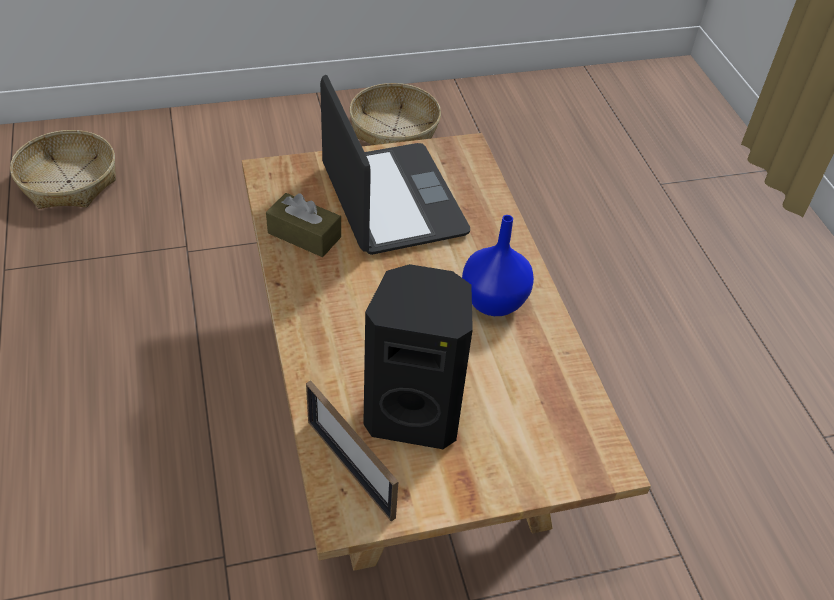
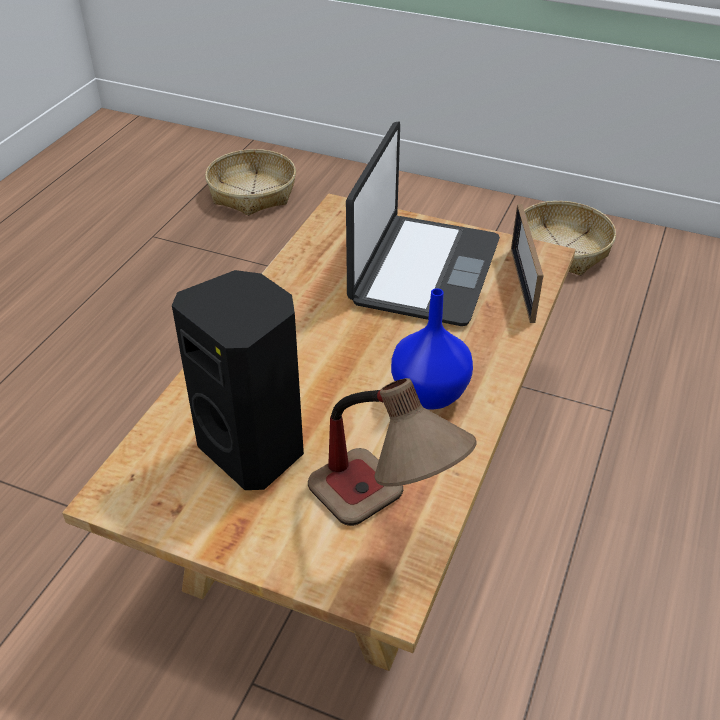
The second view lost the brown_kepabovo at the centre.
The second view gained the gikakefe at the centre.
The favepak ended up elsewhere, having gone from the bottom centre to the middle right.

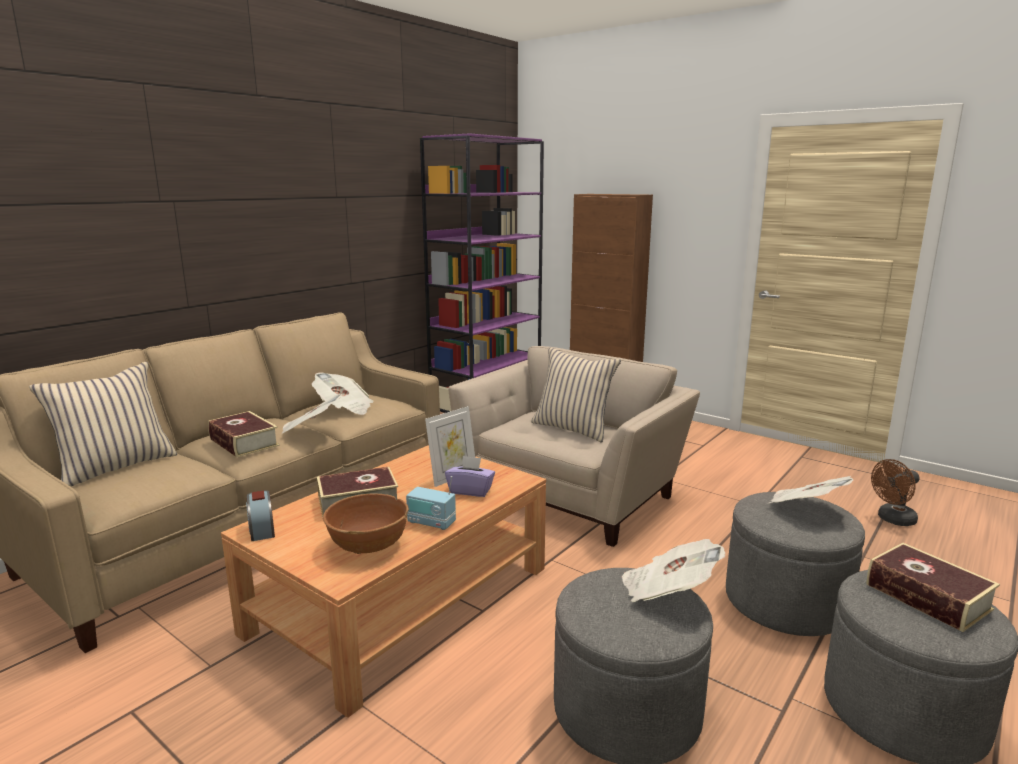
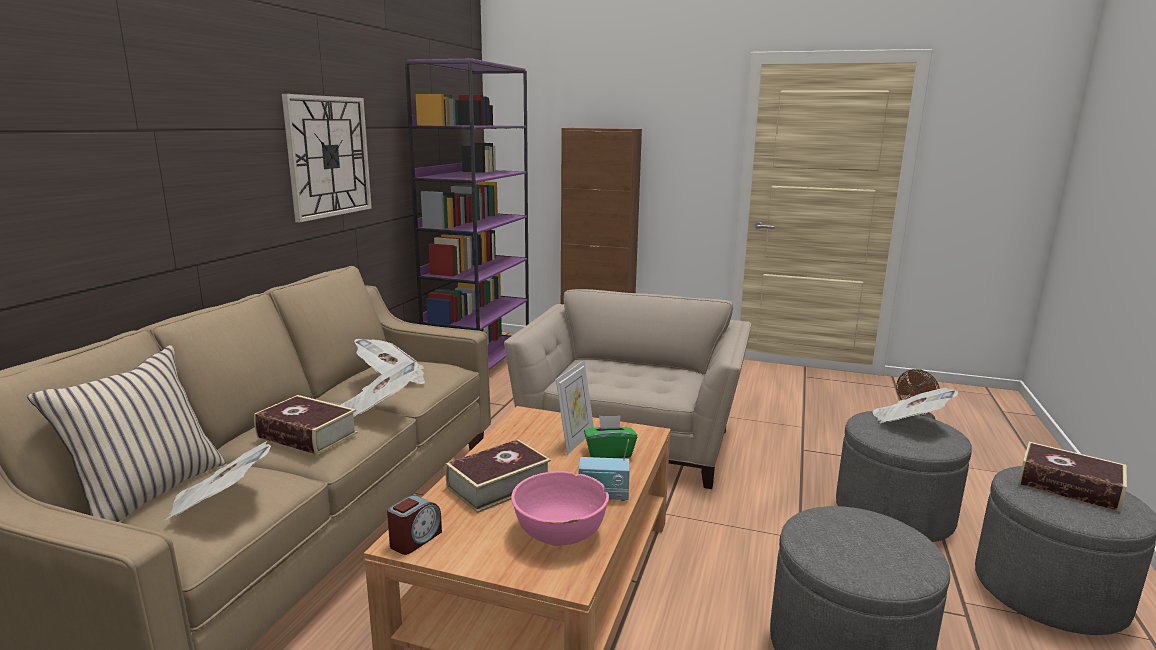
The second view lost the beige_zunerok (no. 2 from left) at the centre.
The second view gained the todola at the top left.
The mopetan (no. 3 from left in the first image) ended up elsewhere, having gone from the bottom centre to the bottom left.
What was the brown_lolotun at the bottom centre turned into the pink_lolotun at the bottom centre.
What was the purple_kepabovo at the centre turned into the green_kepabovo at the bottom centre.
The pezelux at the bottom left ended up facing another way, 105 degrees counterclockwise from before.

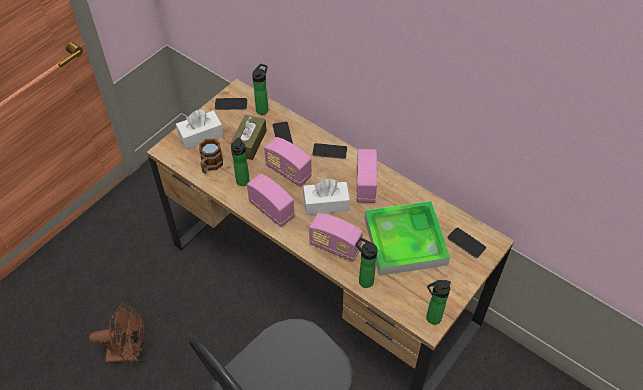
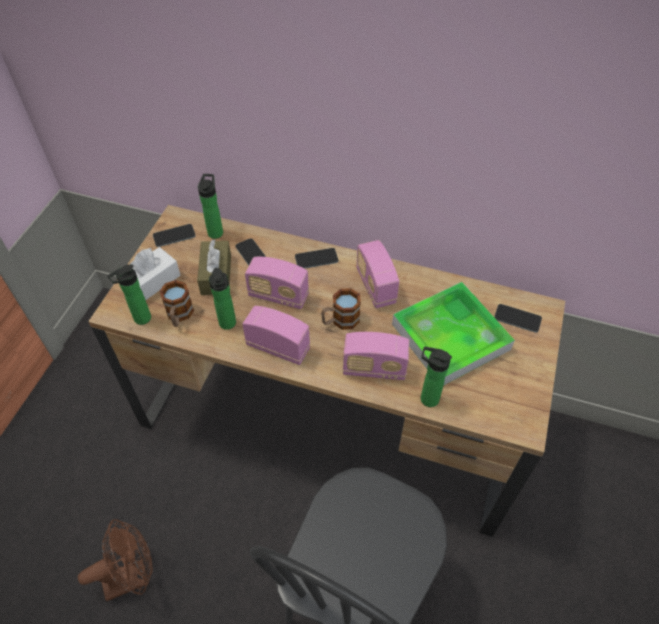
The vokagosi (no. 4 from left in the first image) ended up elsewhere, having gone from the bottom right to the middle left.
Where the white_kepabovo (no. 2 from left) stood at the centre, the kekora (no. 2 from left) came to stand at the centre.

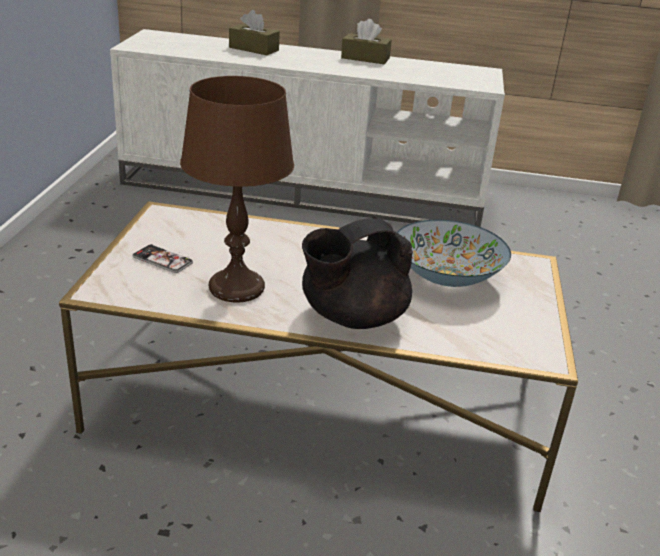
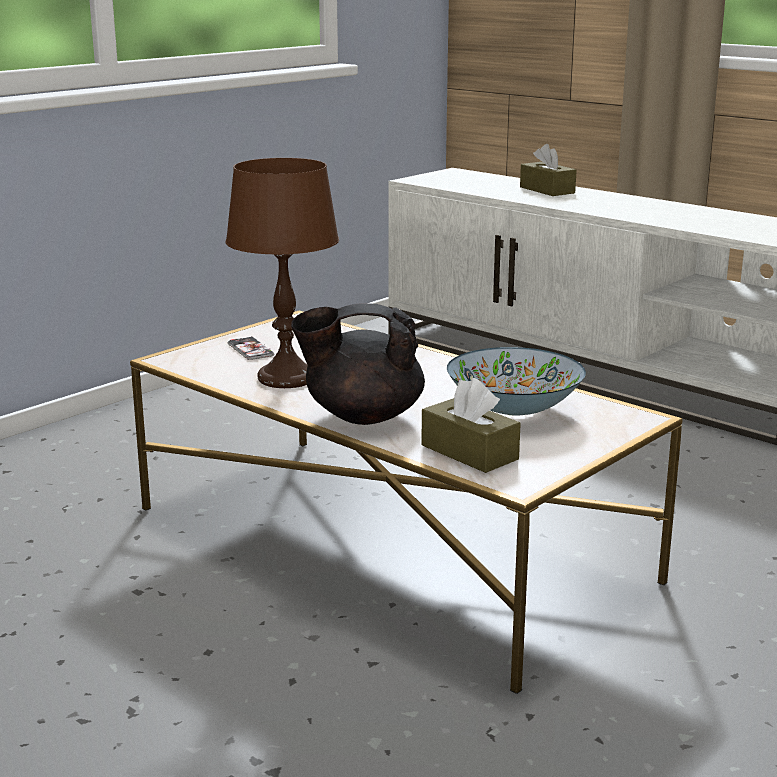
The brown_kepabovo (no. 2 from left in the first image) ended up elsewhere, having gone from the top centre to the centre.

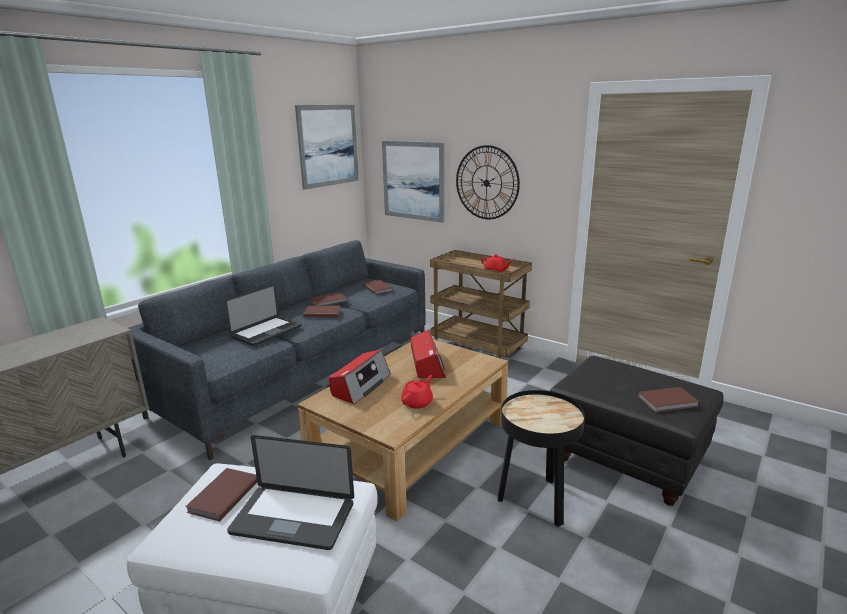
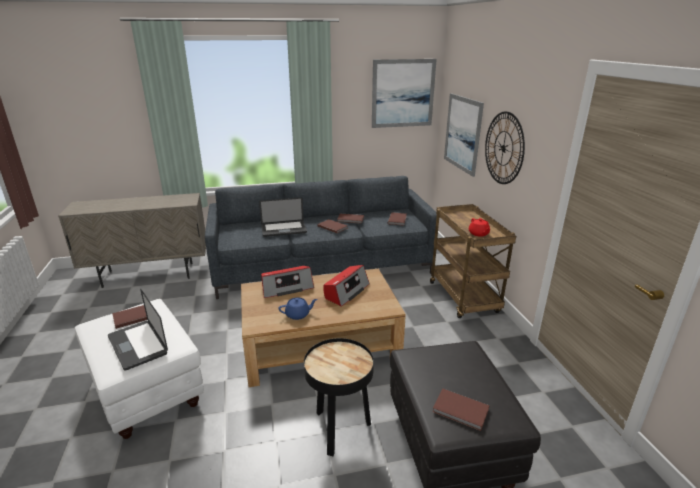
What was the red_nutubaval (no. 1 from left) at the centre turned into the blue_nutubaval at the centre.

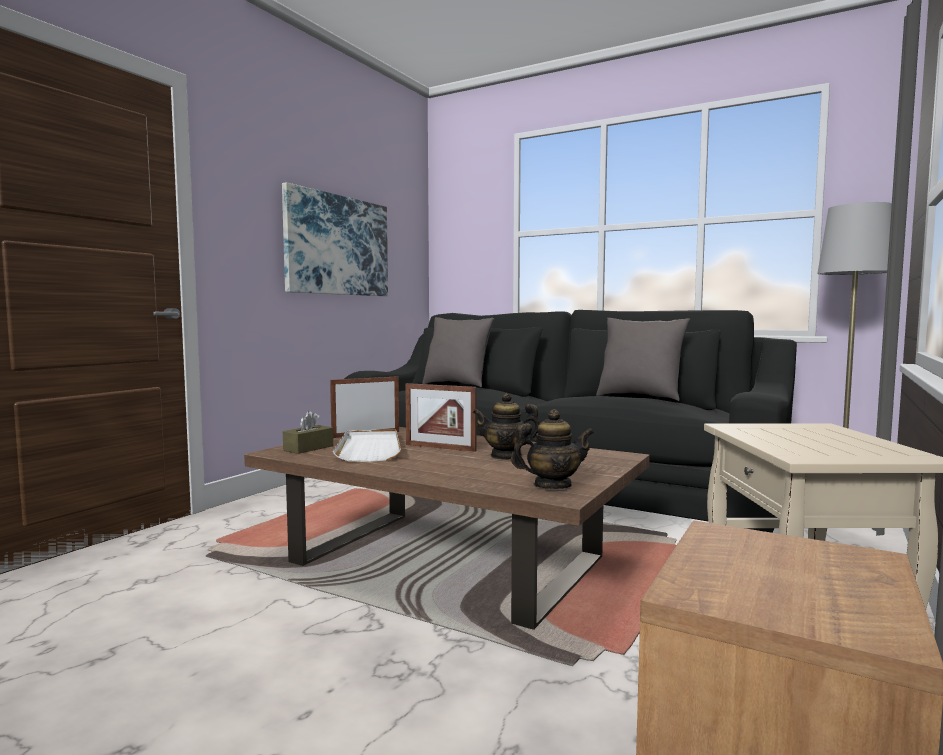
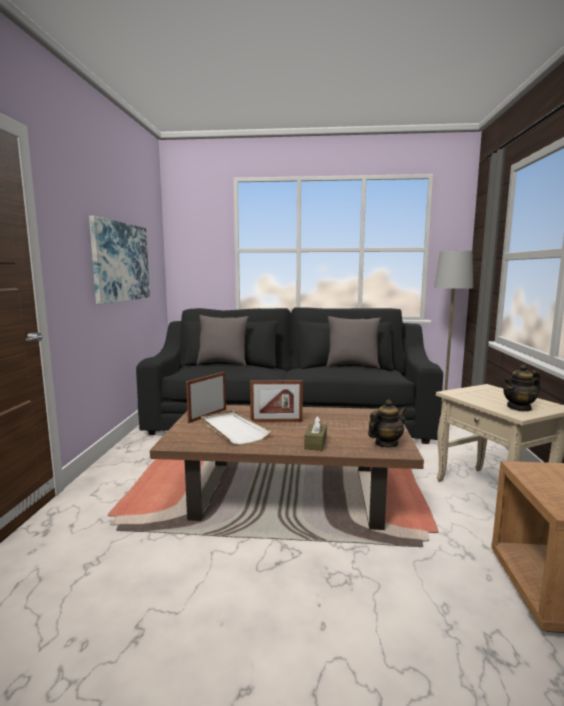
The brown_kepabovo ended up elsewhere, having gone from the middle left to the centre.
The nutubaval (no. 1 from left in the first image) ended up elsewhere, having gone from the centre to the middle right.

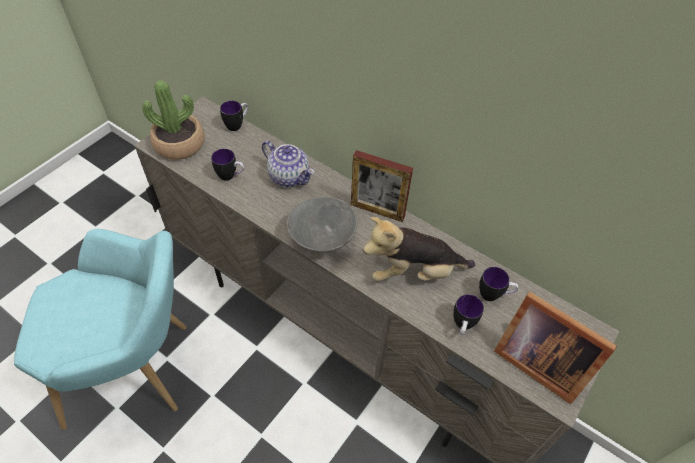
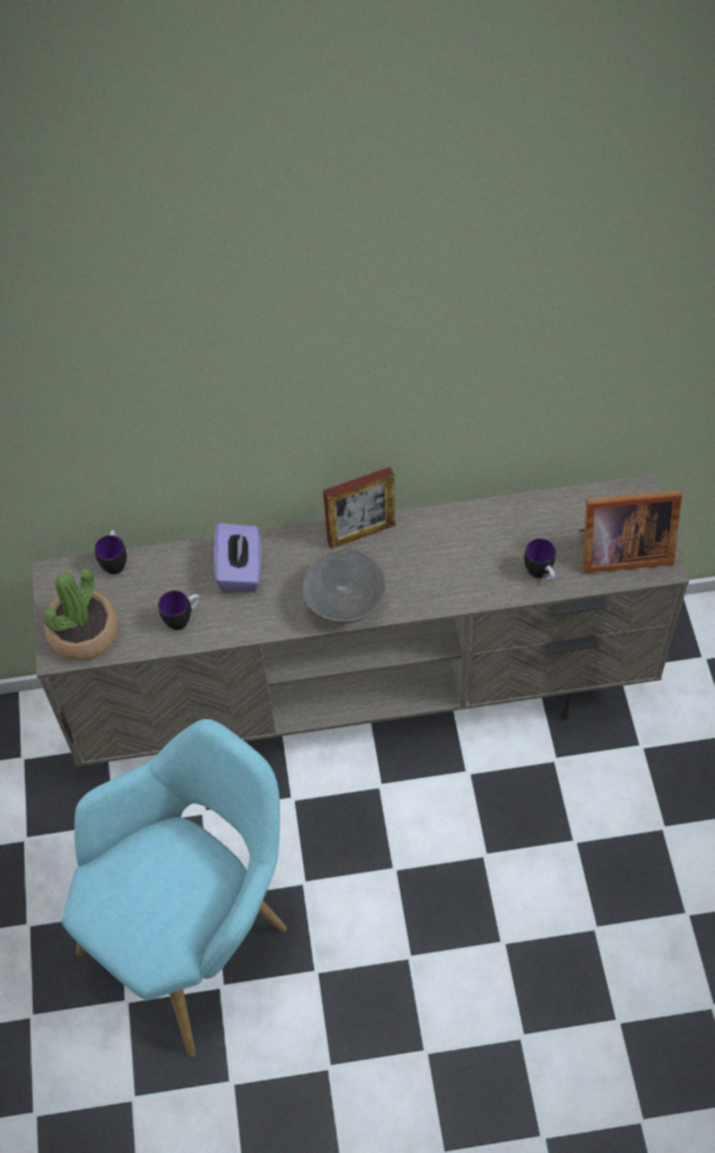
The second view lost the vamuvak at the centre.
The second view lost the kekora (no. 4 from left) at the middle right.
Where the nutubaval stood at the centre, the purple_kepabovo came to stand at the middle left.

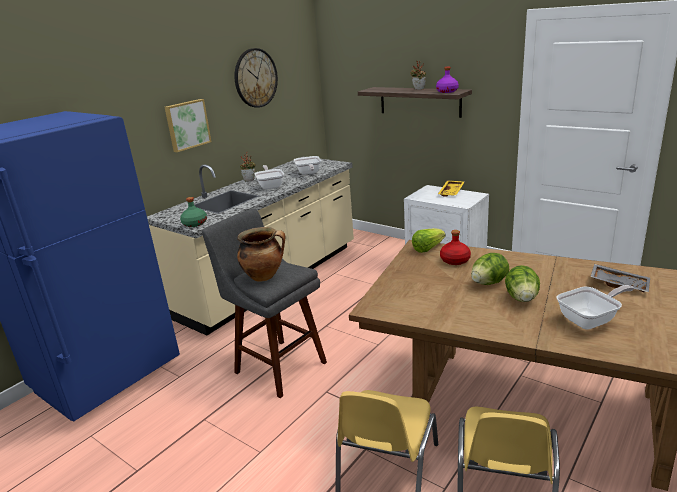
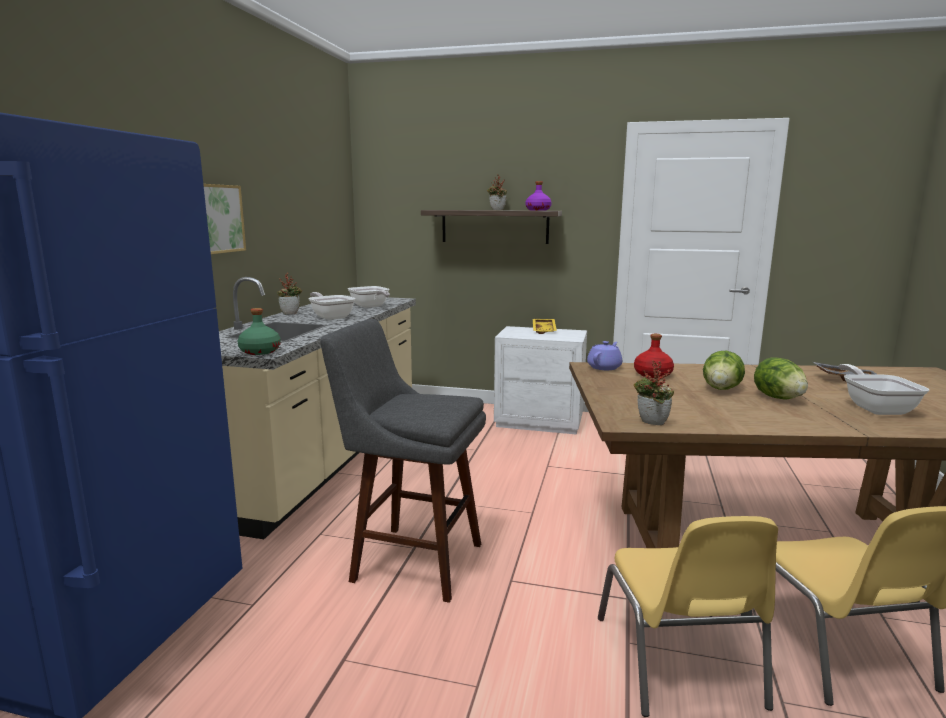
The second view lost the todola at the top centre.
The second view lost the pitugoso at the centre.
The second view gained the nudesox (no. 3 from left) at the middle right.
Where the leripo (no. 1 from left) stood at the centre, the purple_nutubaval came to stand at the centre.
The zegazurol (no. 3 from left) at the middle right ended up facing another way, 45 degrees counterclockwise from before.

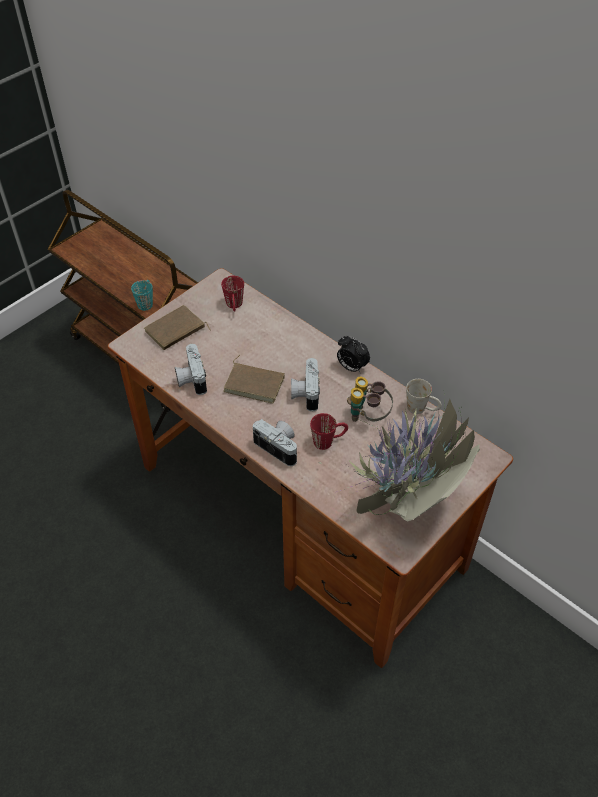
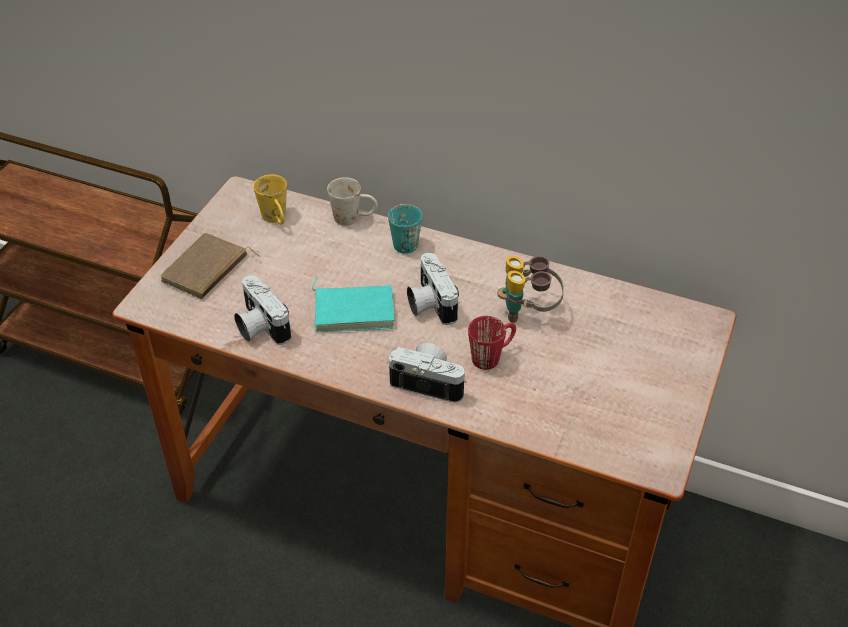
The second view lost the nudesox at the middle right.
The second view lost the pezelux at the centre.
The turquoise_kekora ended up elsewhere, having gone from the middle left to the centre.
The white_kekora ended up elsewhere, having gone from the middle right to the top centre.
What was the red_kekora (no. 1 from left) at the centre turned into the yellow_kekora at the top left.
What was the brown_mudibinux (no. 2 from left) at the centre turned into the turquoise_mudibinux at the centre.

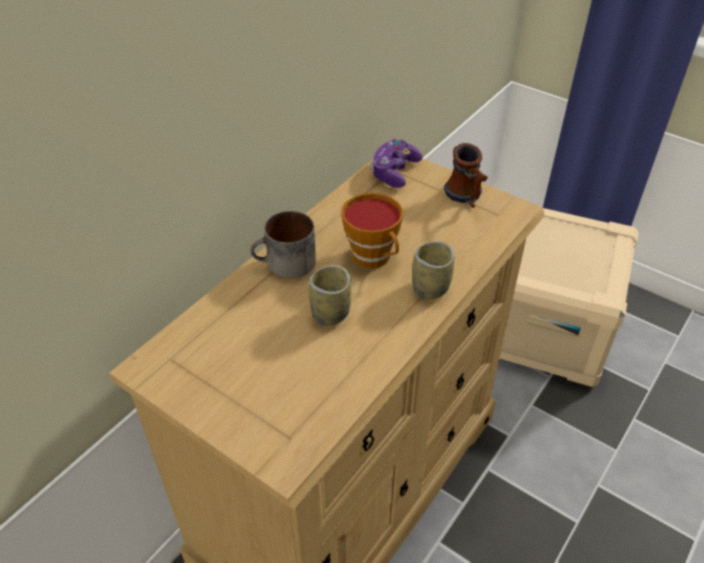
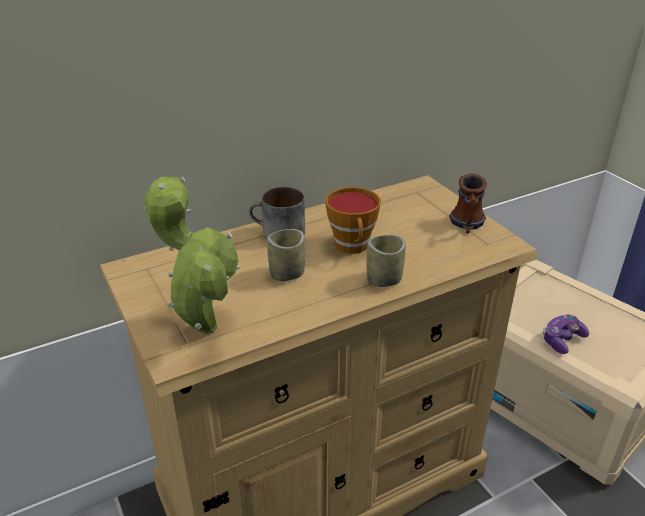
The second view gained the nudesox at the middle left.
The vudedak ended up elsewhere, having gone from the top centre to the middle right.

